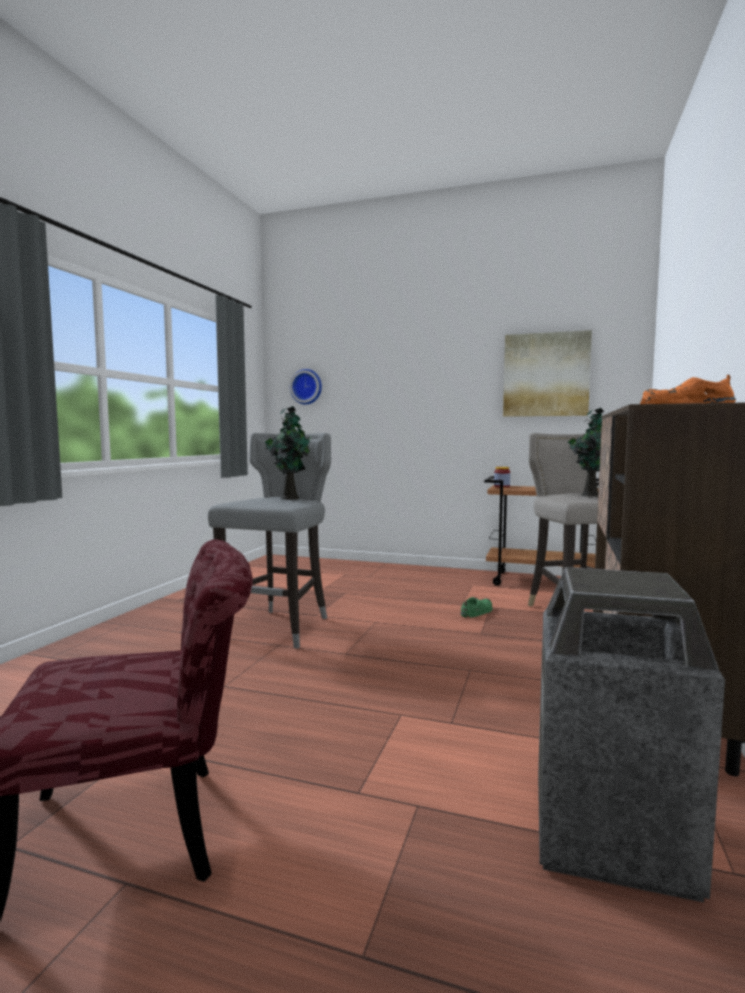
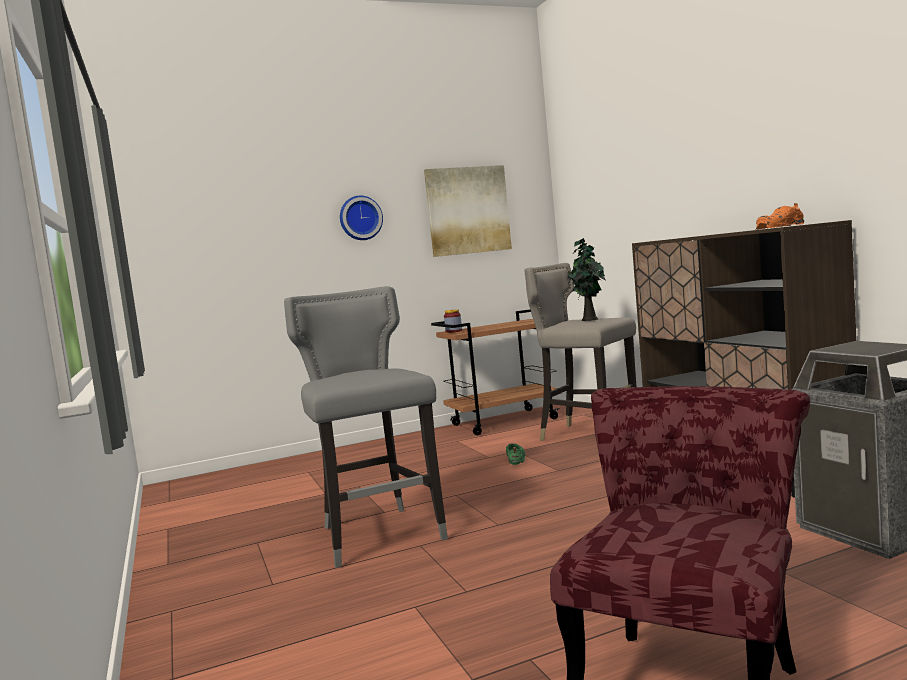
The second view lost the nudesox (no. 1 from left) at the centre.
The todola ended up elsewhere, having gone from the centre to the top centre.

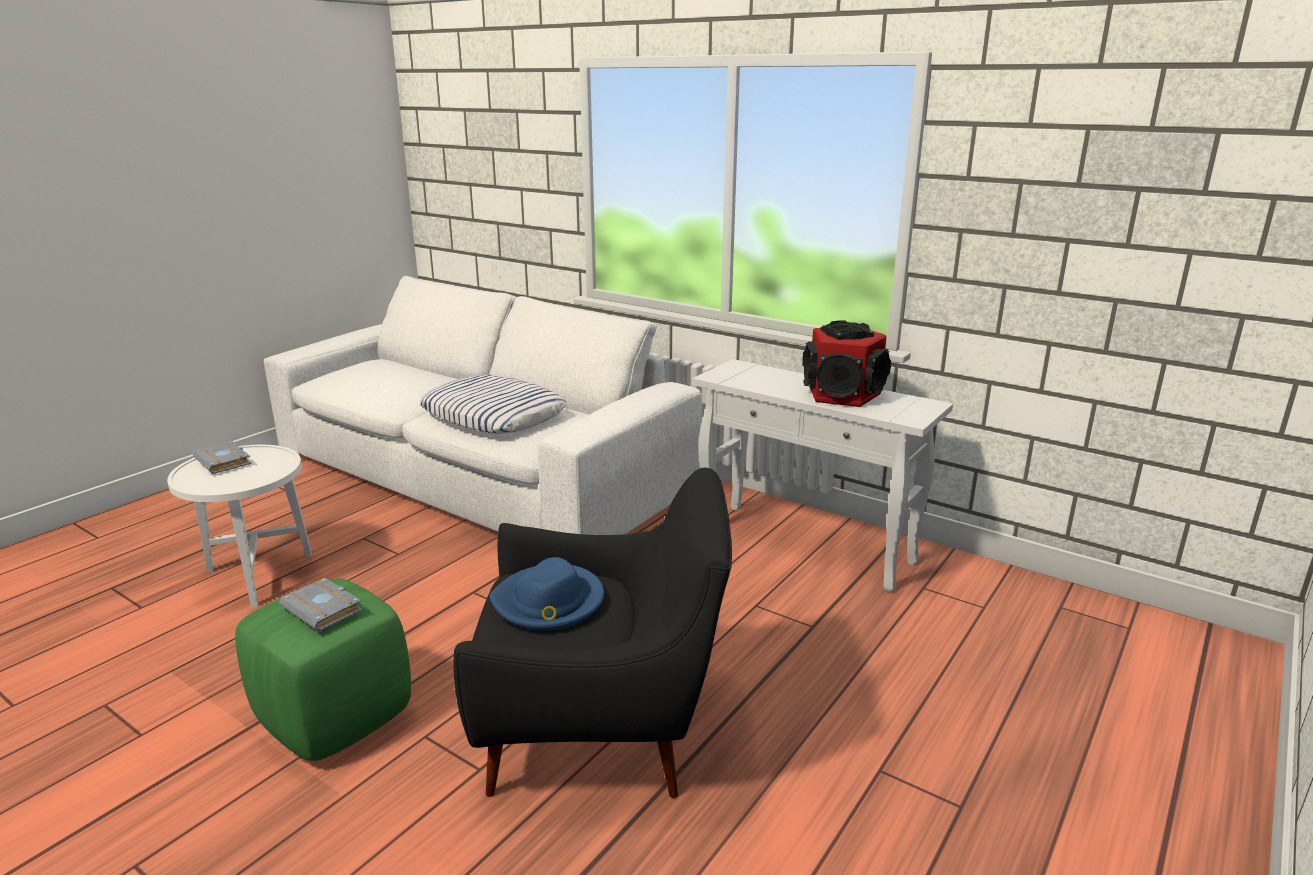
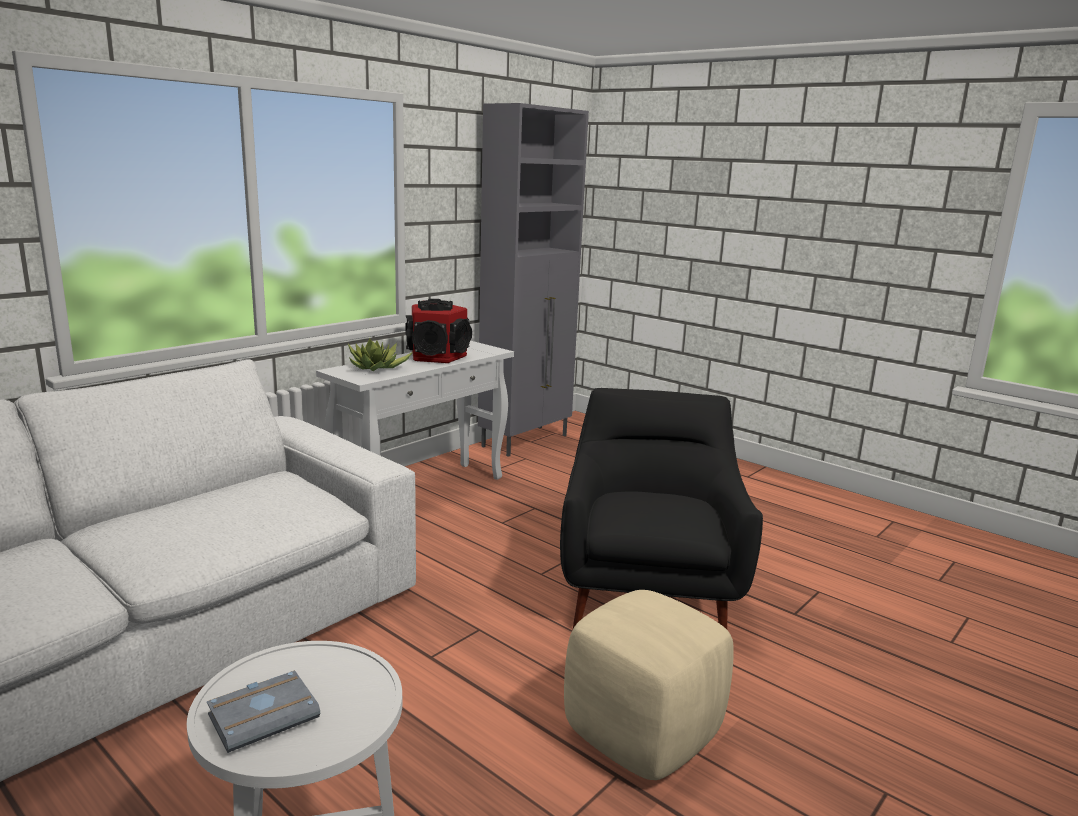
The second view lost the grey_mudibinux (no. 2 from left) at the bottom left.
The second view lost the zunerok at the centre.
The second view lost the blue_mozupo at the bottom centre.
The second view gained the nudesox at the centre.
The second view gained the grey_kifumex at the centre.
What was the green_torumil at the bottom left turned into the beige_torumil at the bottom centre.

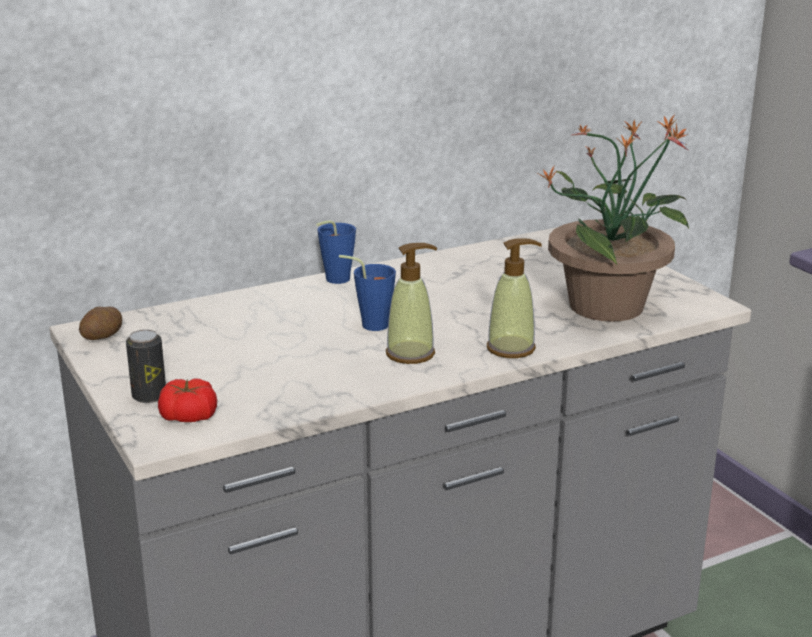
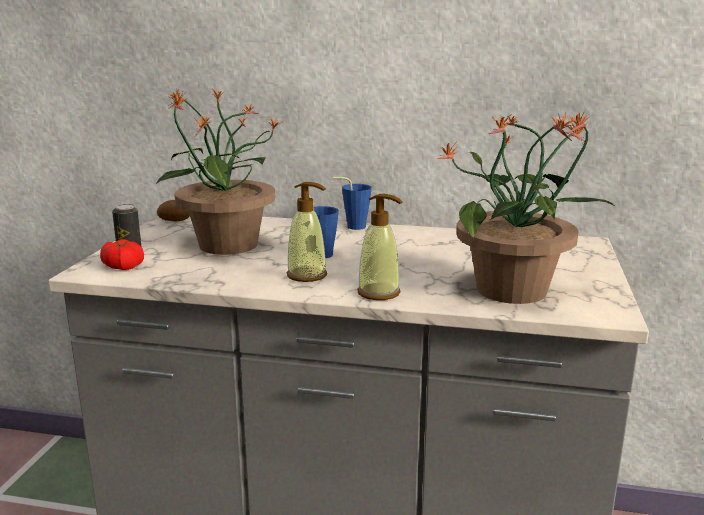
The second view gained the nudesox (no. 1 from left) at the top left.

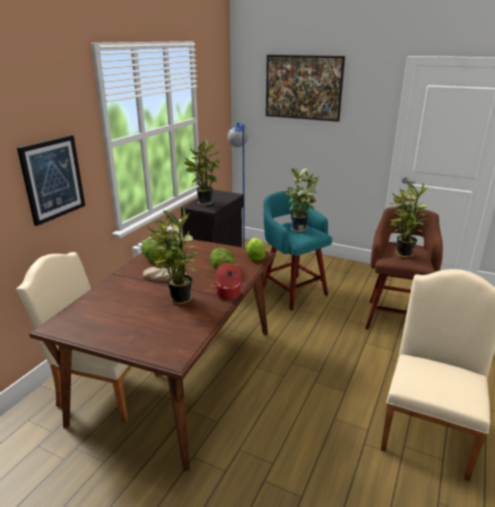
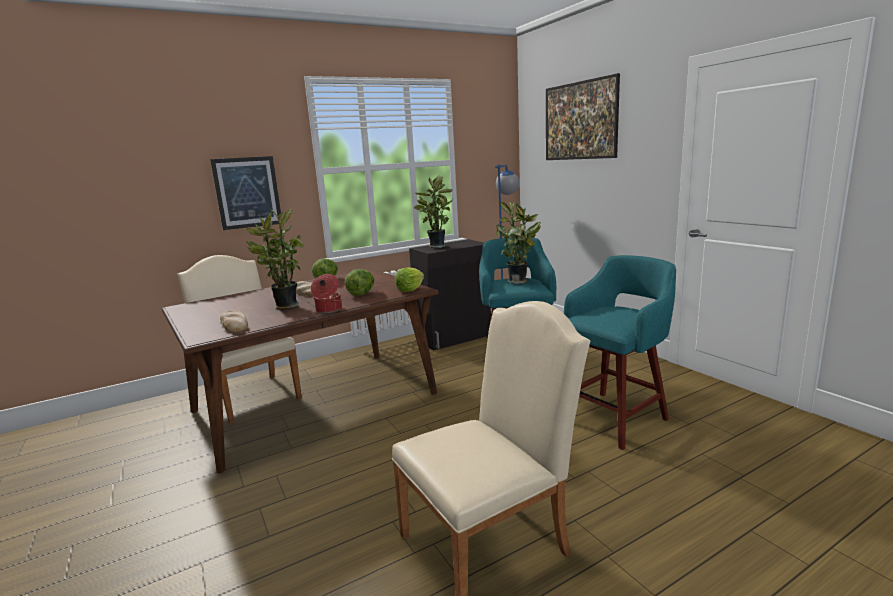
The second view lost the nudesox (no. 4 from left) at the middle right.
The second view gained the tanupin (no. 1 from left) at the middle left.
What was the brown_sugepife at the middle right turned into the turquoise_sugepife (no. 2 from left) at the middle right.

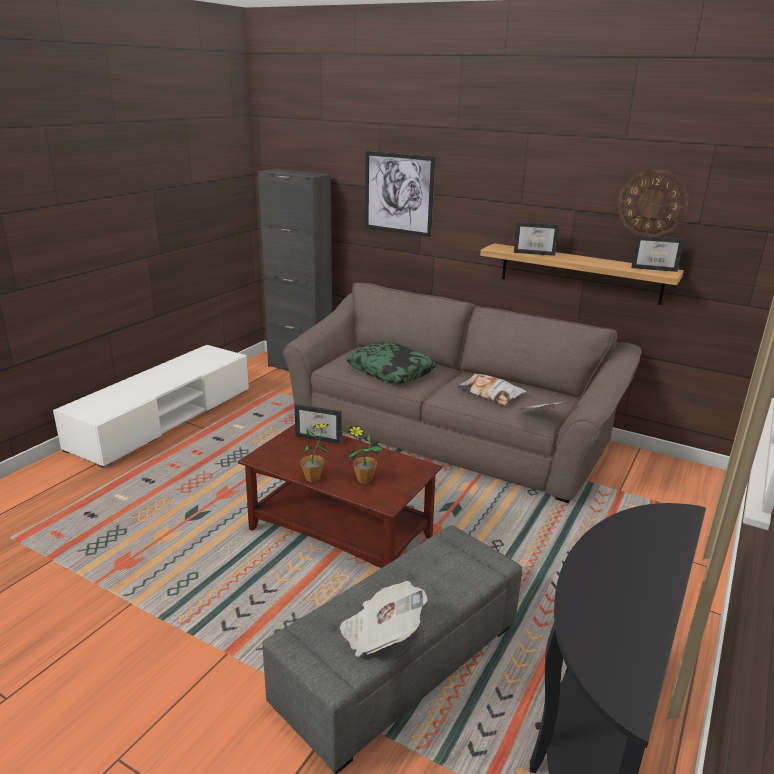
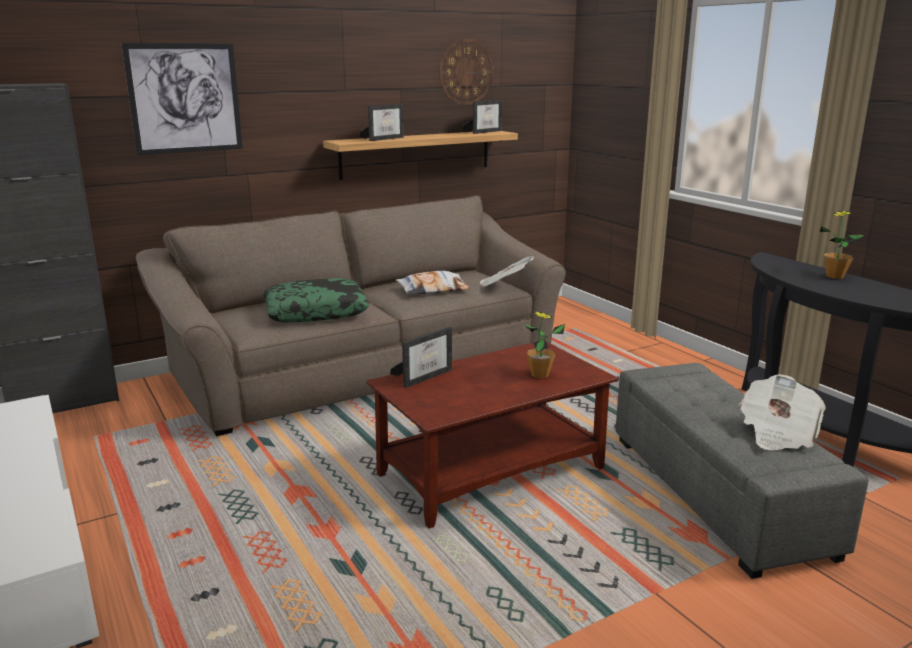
The nudesox (no. 1 from left in the first image) ended up elsewhere, having gone from the centre to the middle right.

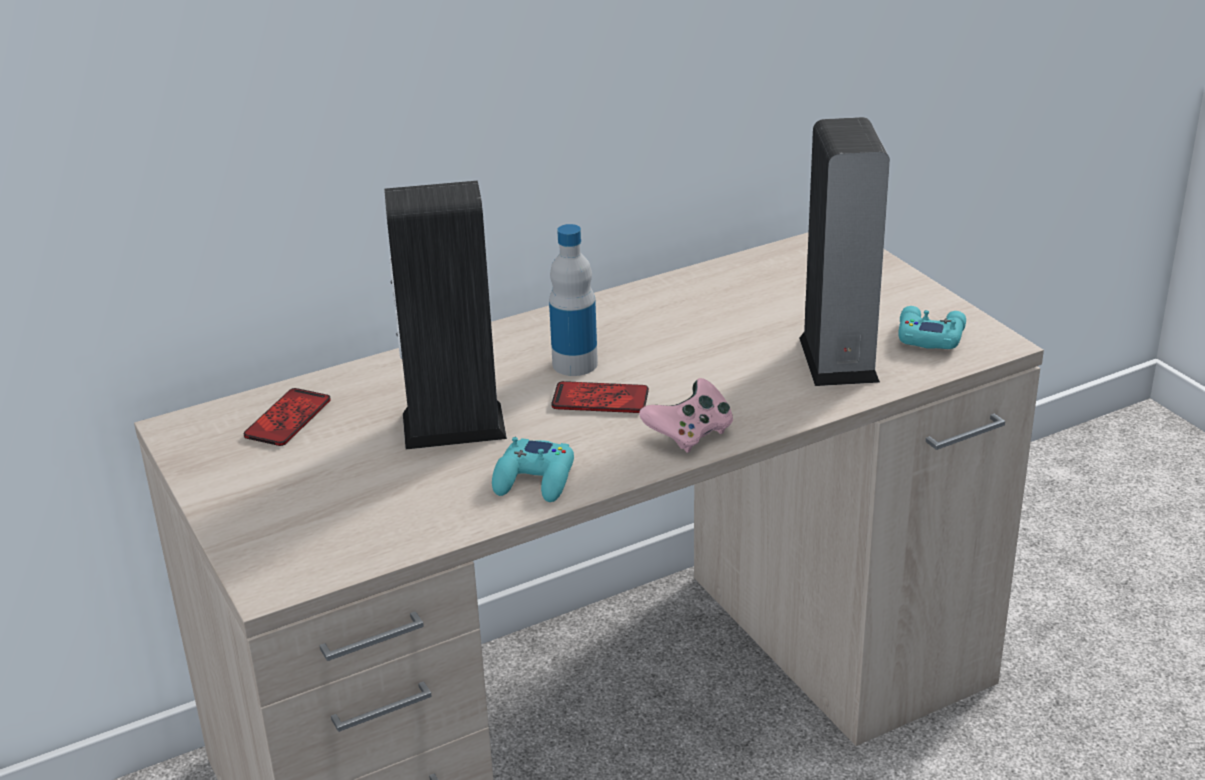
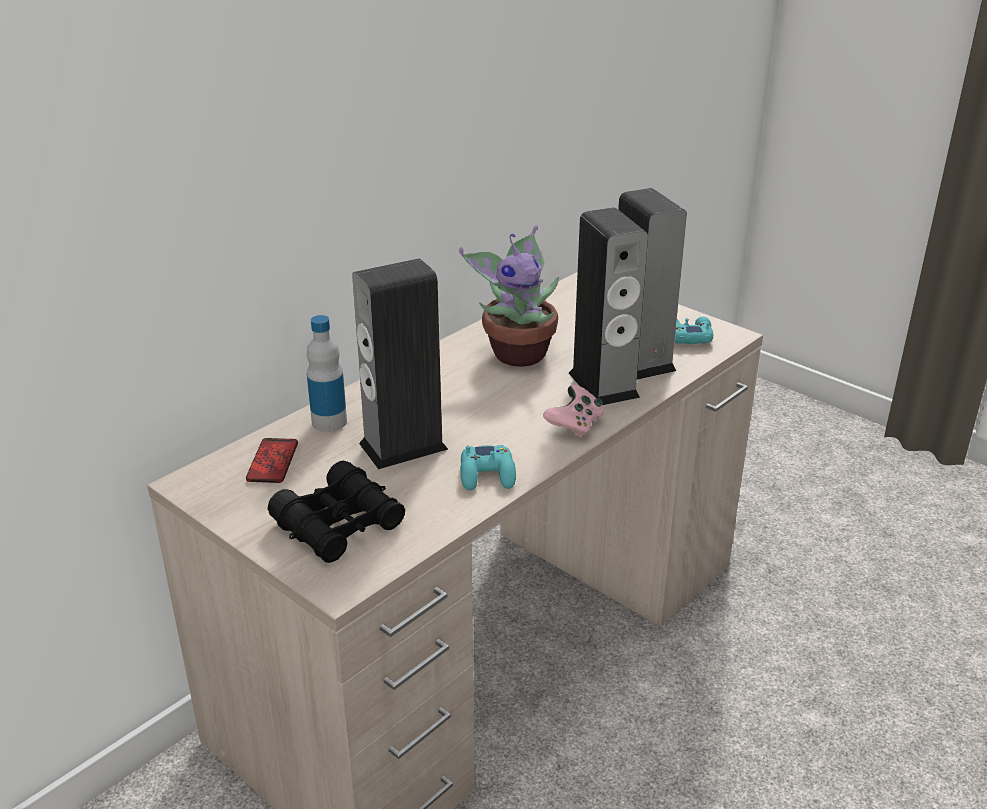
The second view lost the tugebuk (no. 2 from left) at the centre.
The second view gained the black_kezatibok at the centre.
The second view gained the nudesox at the centre.
The second view gained the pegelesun (no. 2 from left) at the centre.
The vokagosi ended up elsewhere, having gone from the centre to the middle left.

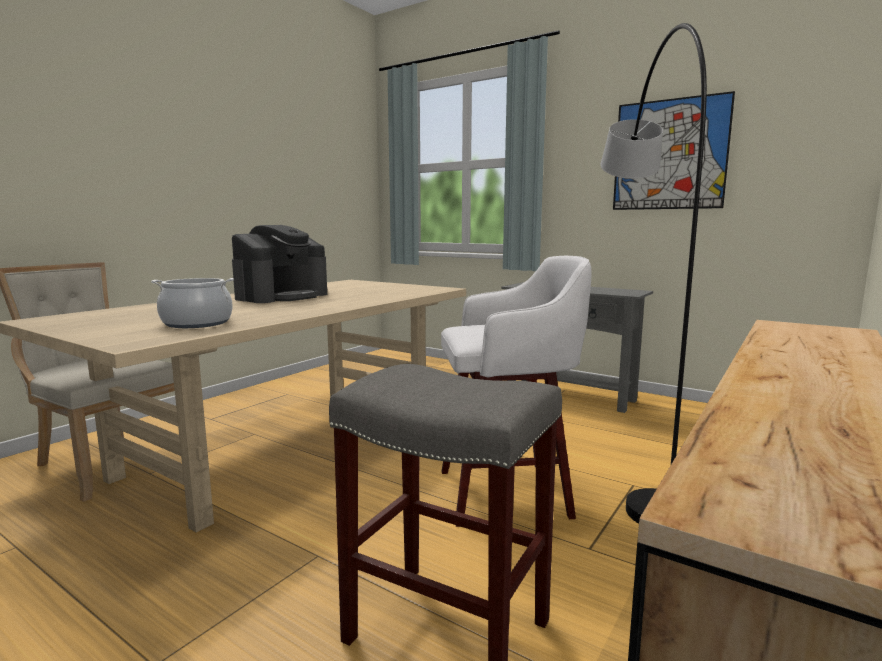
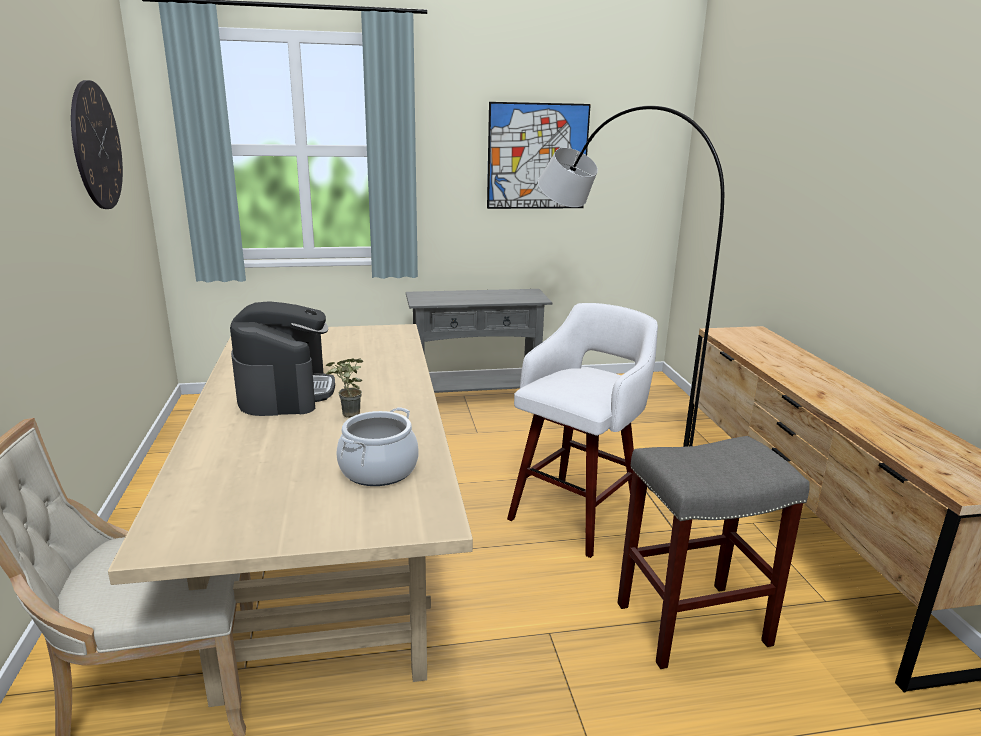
The second view gained the todola at the top left.
The second view gained the nudesox at the centre.

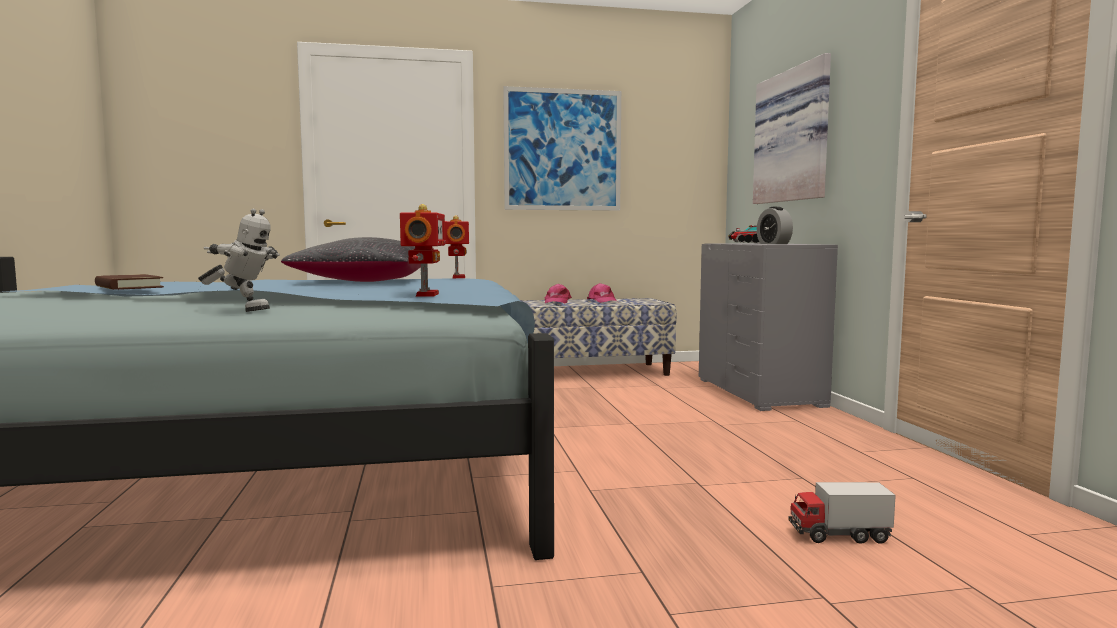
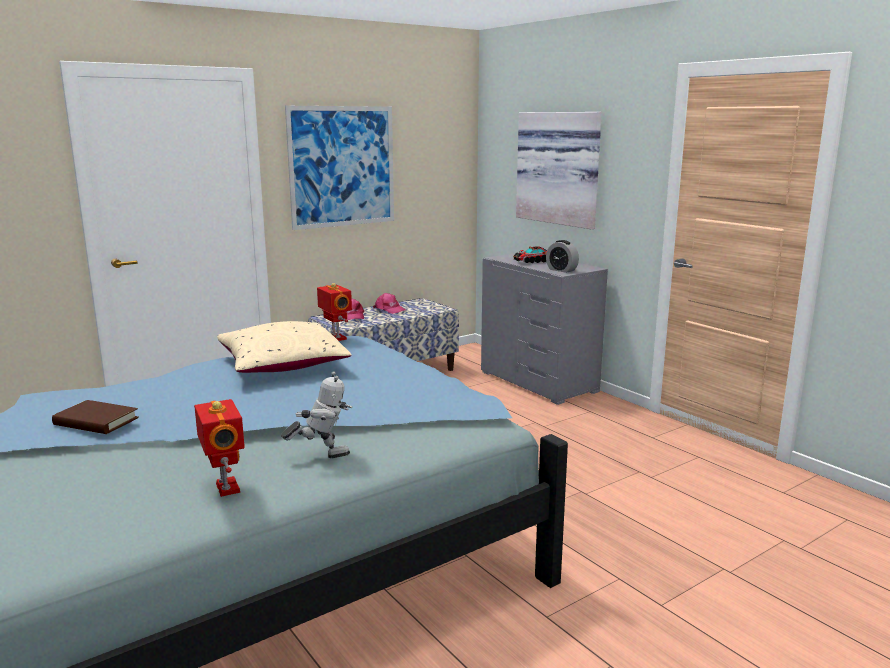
The second view lost the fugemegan (no. 2 from left) at the bottom right.
The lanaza (no. 2 from left in the first image) ended up elsewhere, having gone from the centre to the bottom left.
What was the black_zunerok at the middle left turned into the beige_zunerok at the middle left.

